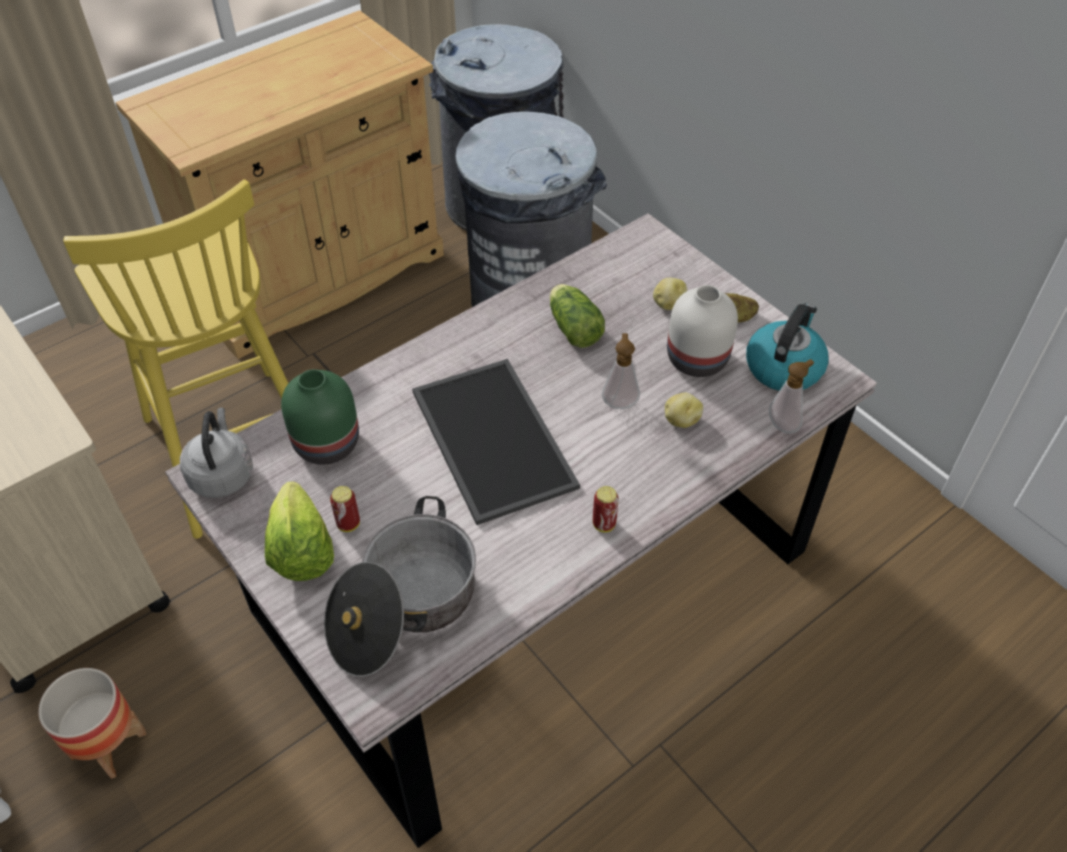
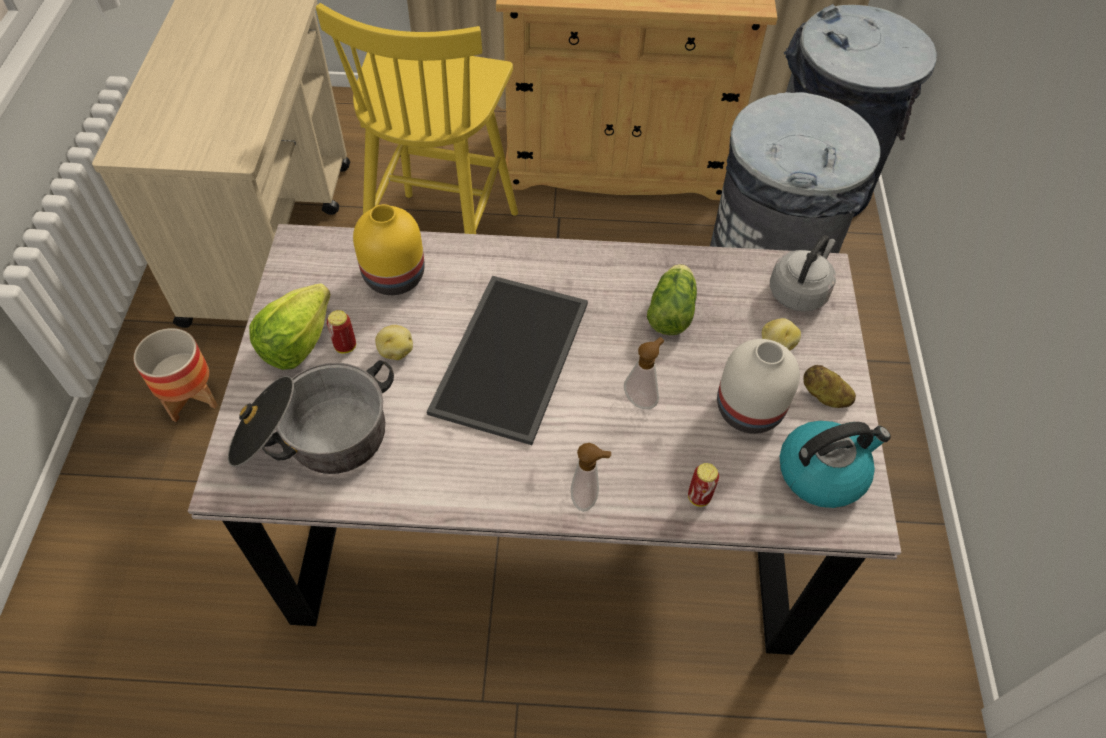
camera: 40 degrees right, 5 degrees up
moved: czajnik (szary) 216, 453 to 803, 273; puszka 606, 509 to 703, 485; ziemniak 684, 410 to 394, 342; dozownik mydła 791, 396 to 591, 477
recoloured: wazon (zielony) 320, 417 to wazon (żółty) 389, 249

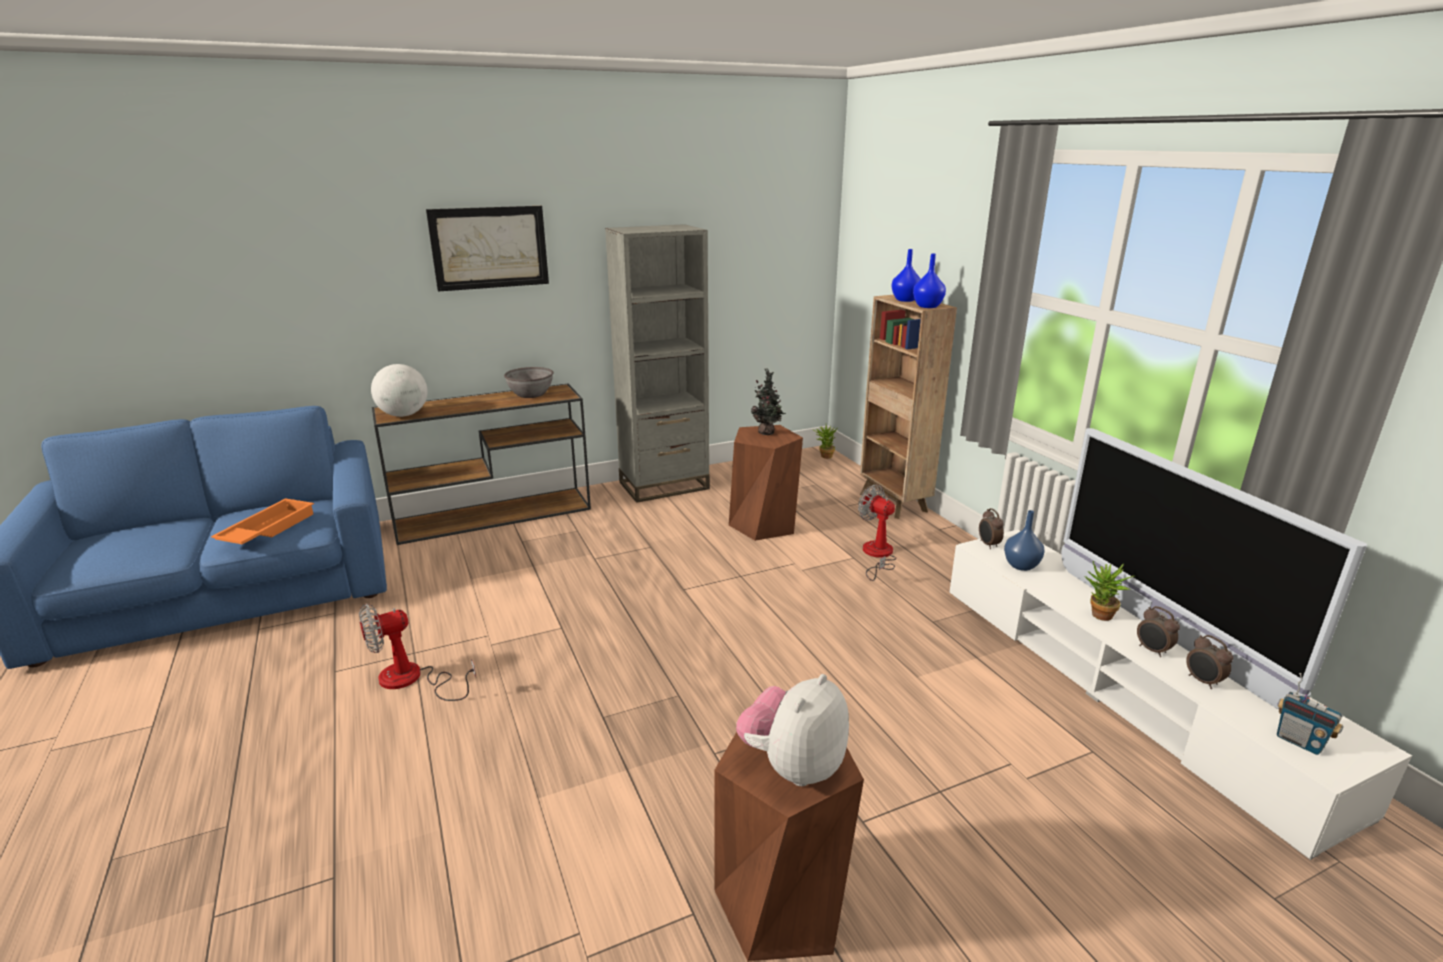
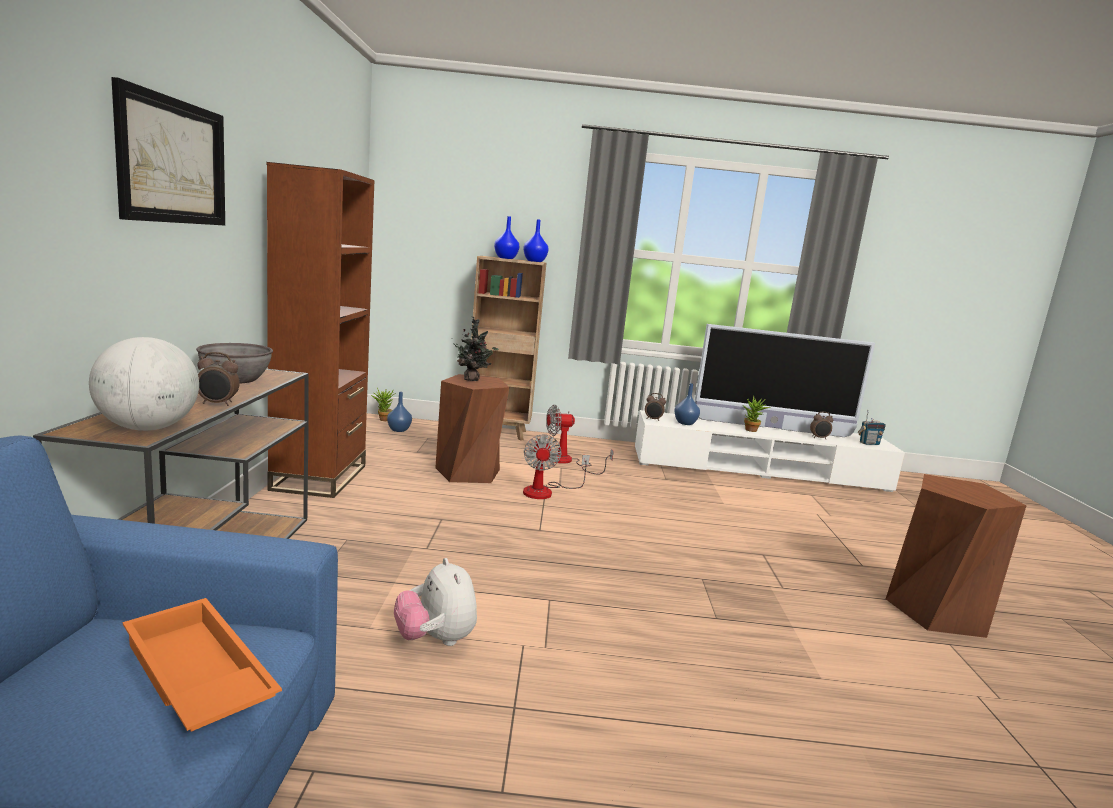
camera: 65 degrees left, 10 degrees down
added: wazon (niebieski) 399, 412
moved: wentylator 417, 652 to 556, 466; pluszak 792, 730 to 435, 602; budzik 1158, 631 to 218, 379
recoloured: regał (szary) 657, 363 to regał (brązowy) 320, 330

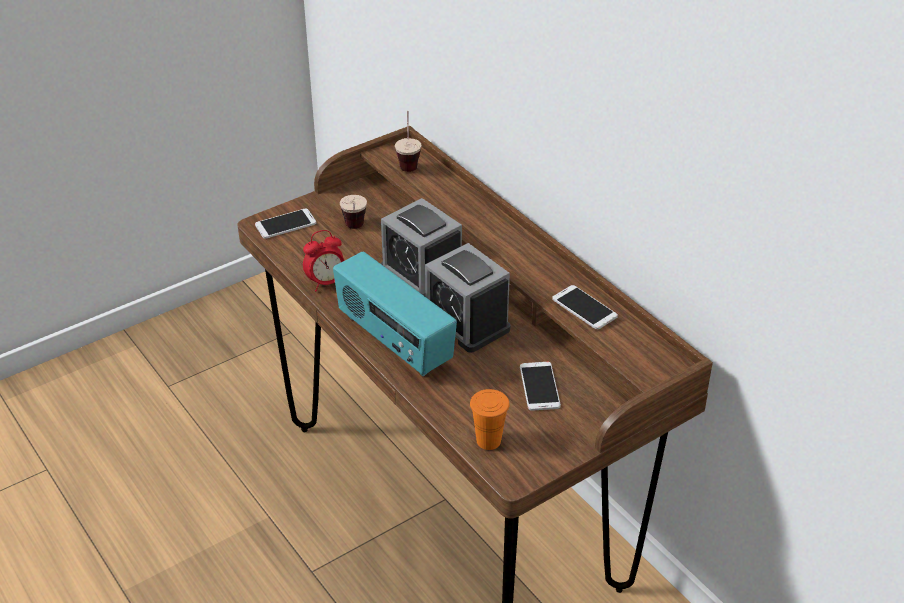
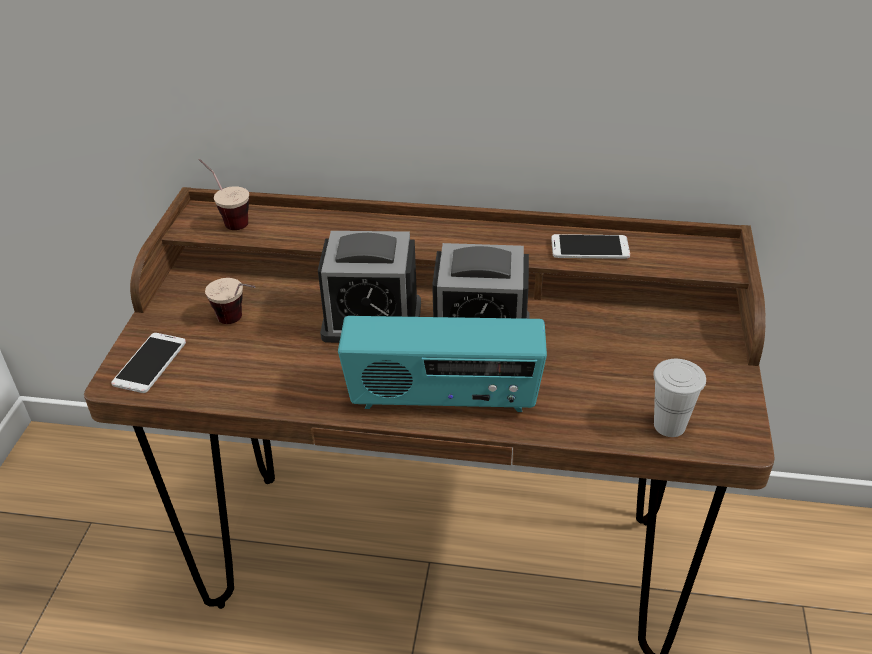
camera: 45 degrees left, 0 degrees up
removed: budzik 324, 260; telefon 540, 386
recoloured: filiżanka (pomarańczowy) 490, 419 to filiżanka (biały) 679, 398

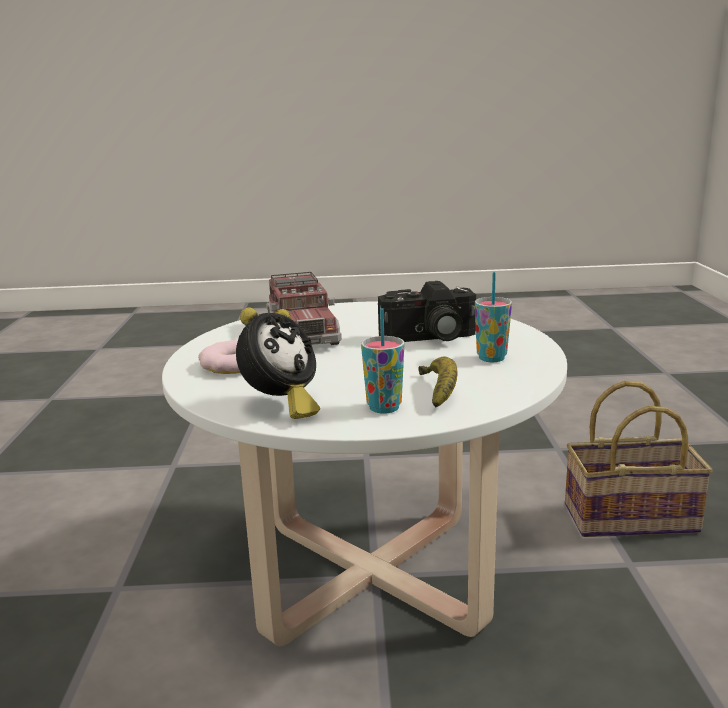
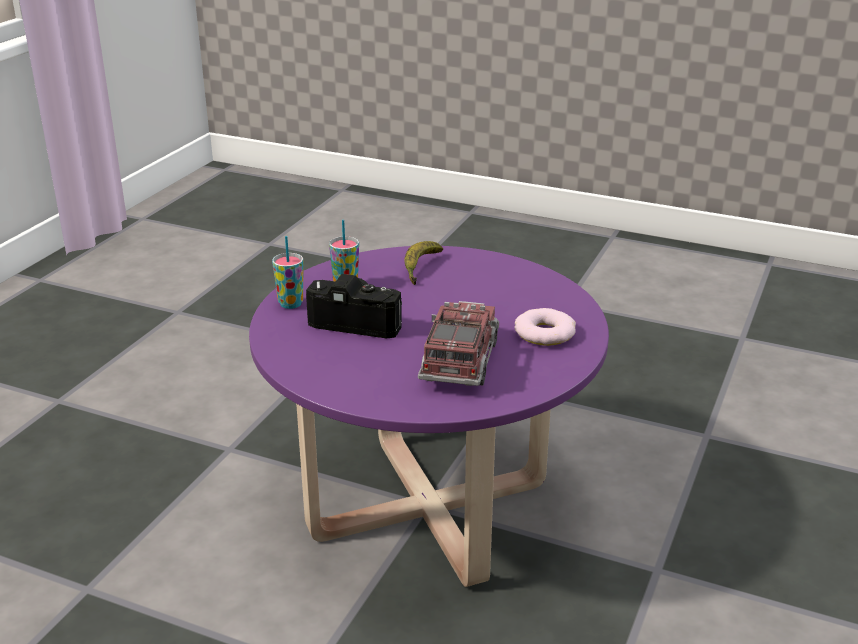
camera: 155 degrees left, 10 degrees up
removed: budzik 278, 363; koszyk 639, 459
moved: filiżanka 382, 361 to 287, 272
recoloured: ława (biały) 364, 473 to ława (fioletowy) 429, 416

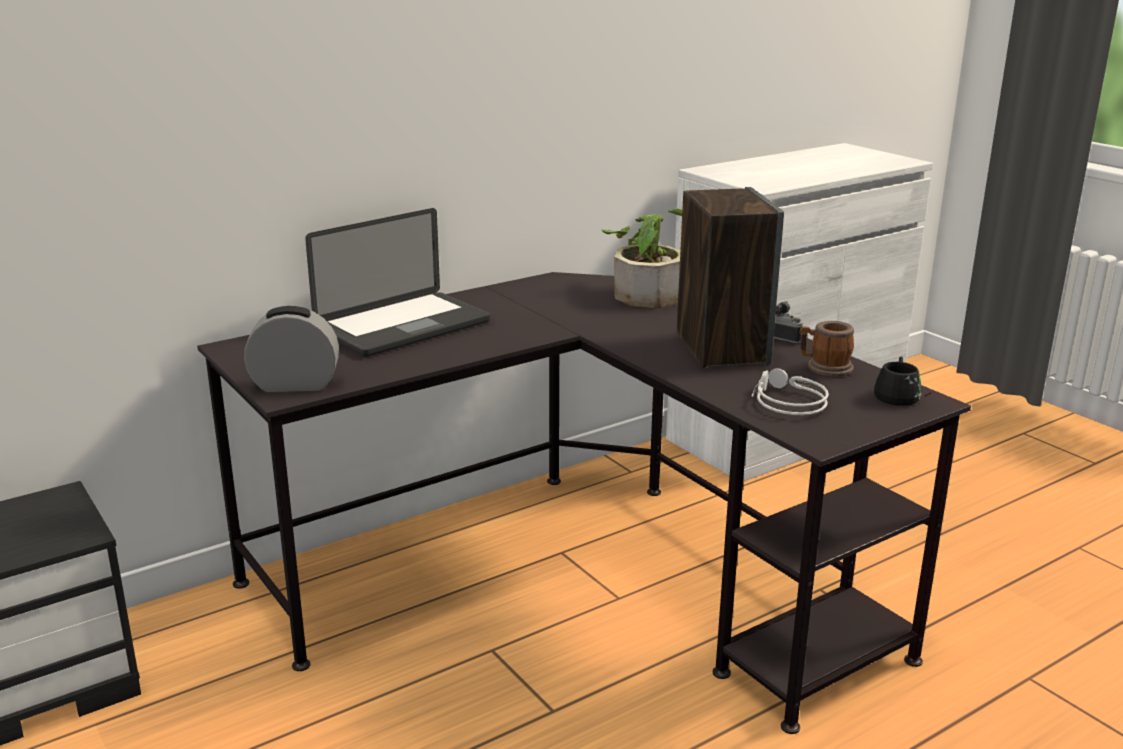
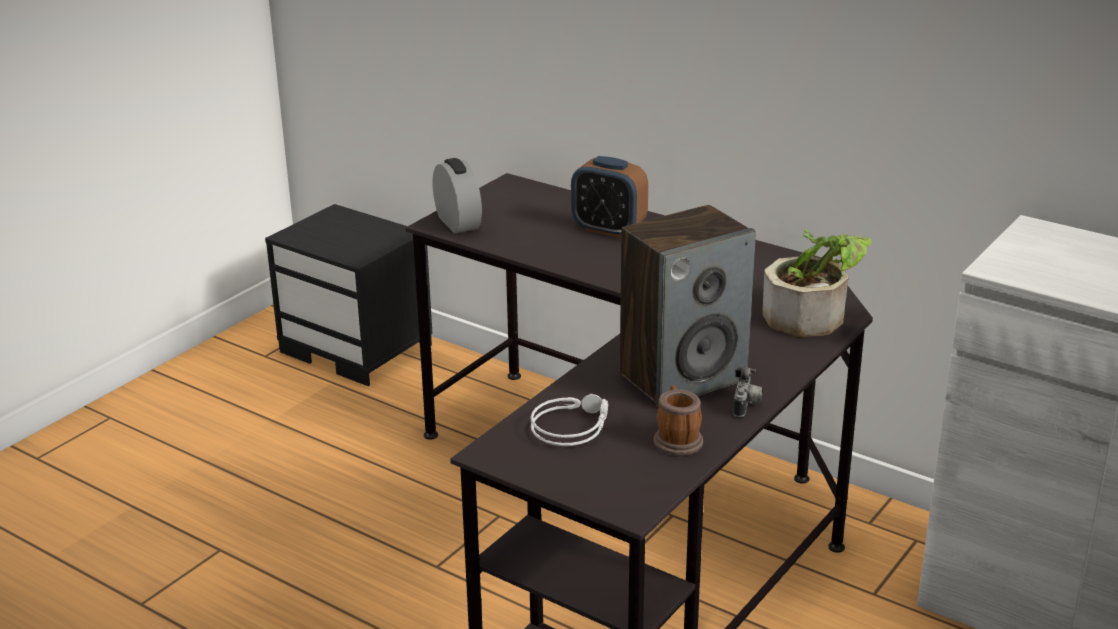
camera: 70 degrees right, 5 degrees up
removed: kubek (czarny) 902, 381
replaced: laptop 397, 282 to budzik 609, 197

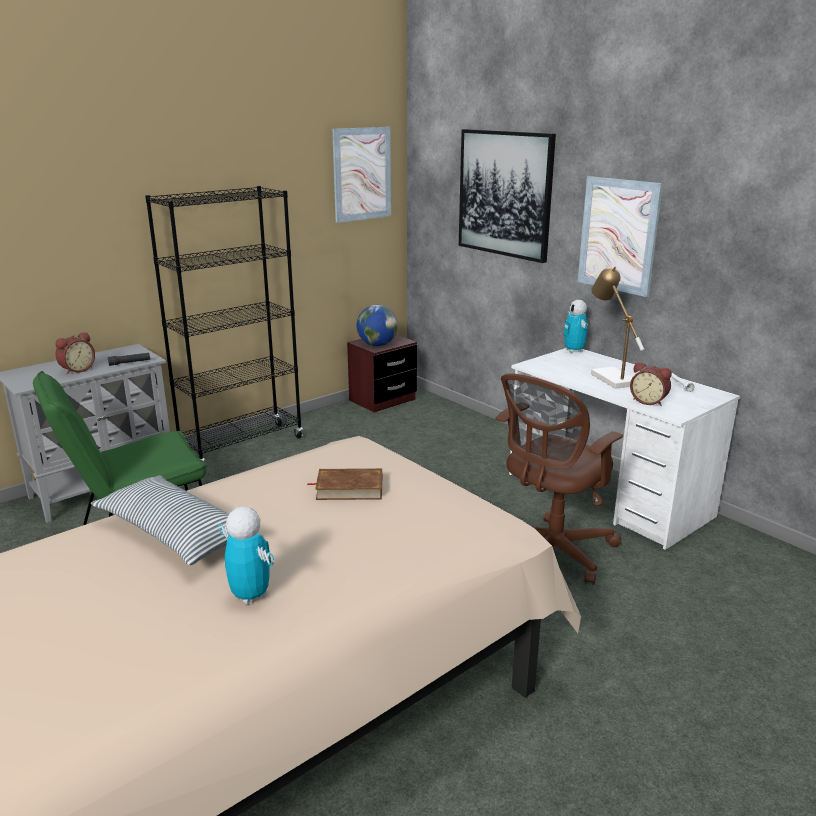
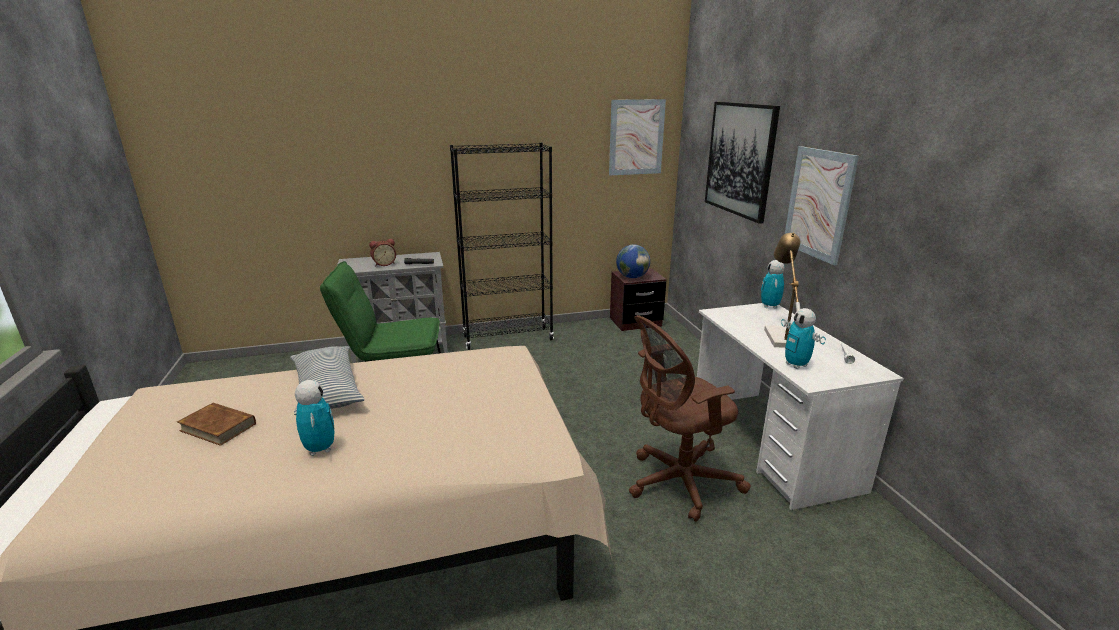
camera: 25 degrees right, 0 degrees up
moved: książka (brązowy) 344, 484 to 216, 424
replaced: budzik 651, 384 to robot zabawkowy 803, 338

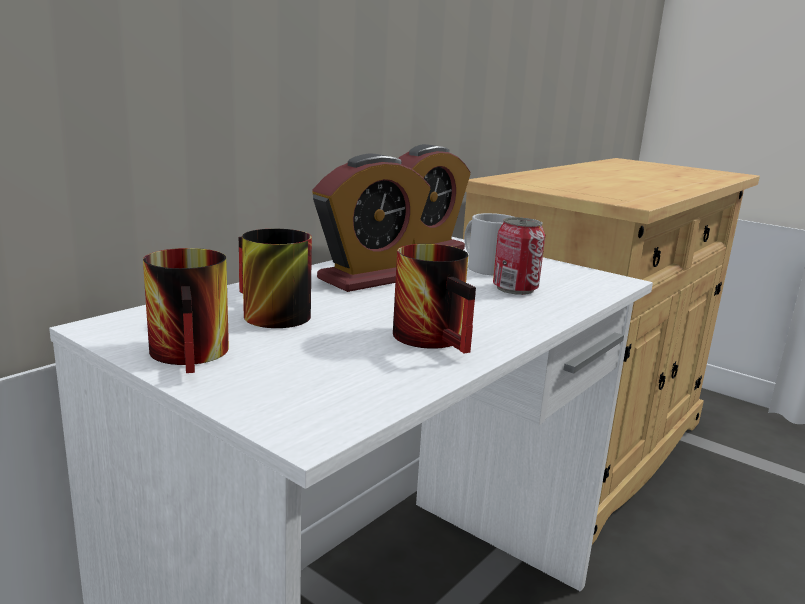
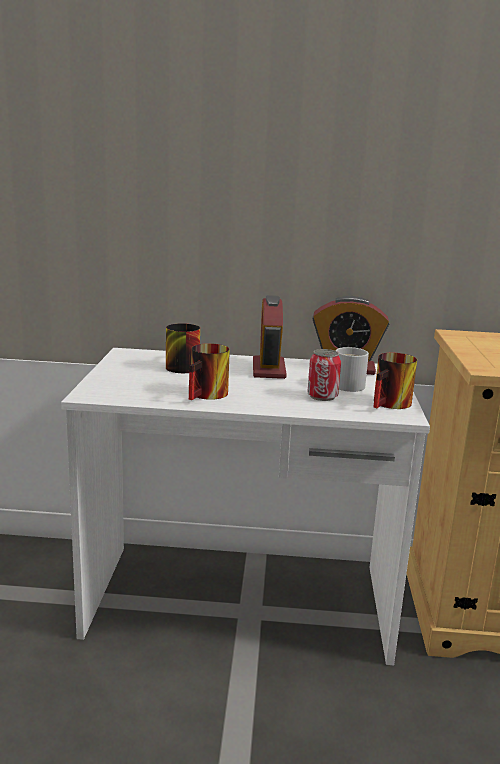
camera: 55 degrees right, 0 degrees up
moved: kubek 186, 310 to 395, 381
turned: budzik 371, 222 = 270, 337 75 degrees clockwise

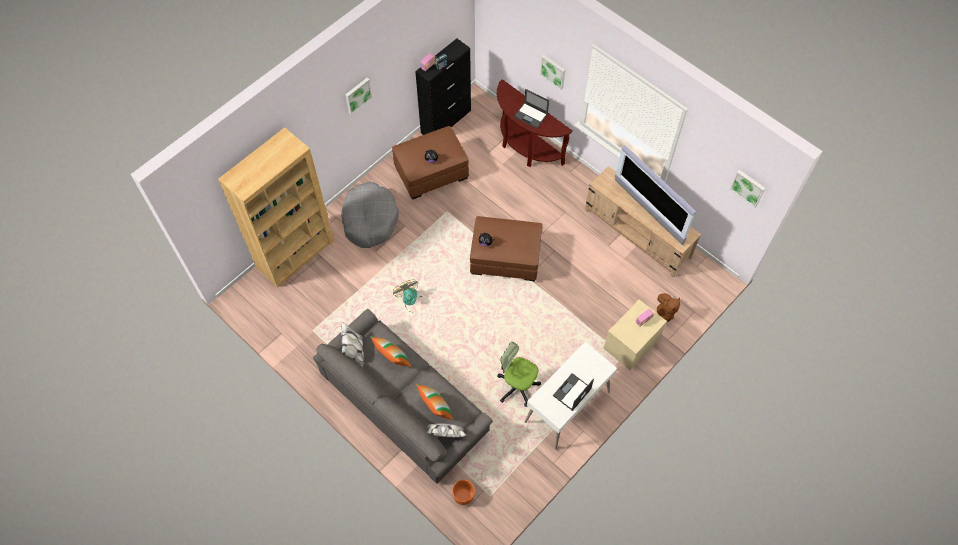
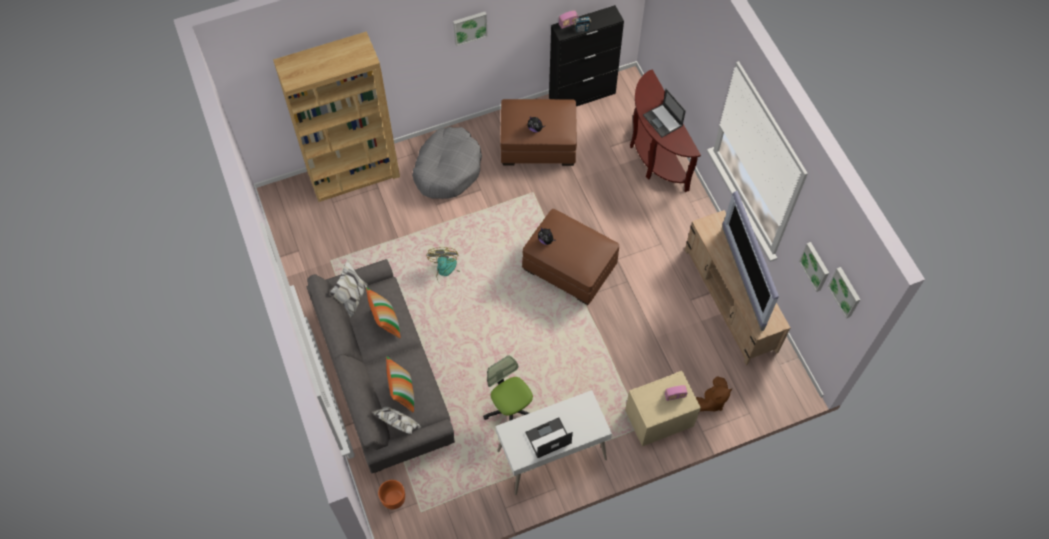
camera: 25 degrees right, 0 degrees up
moved: obraz 552, 72 to 814, 267

